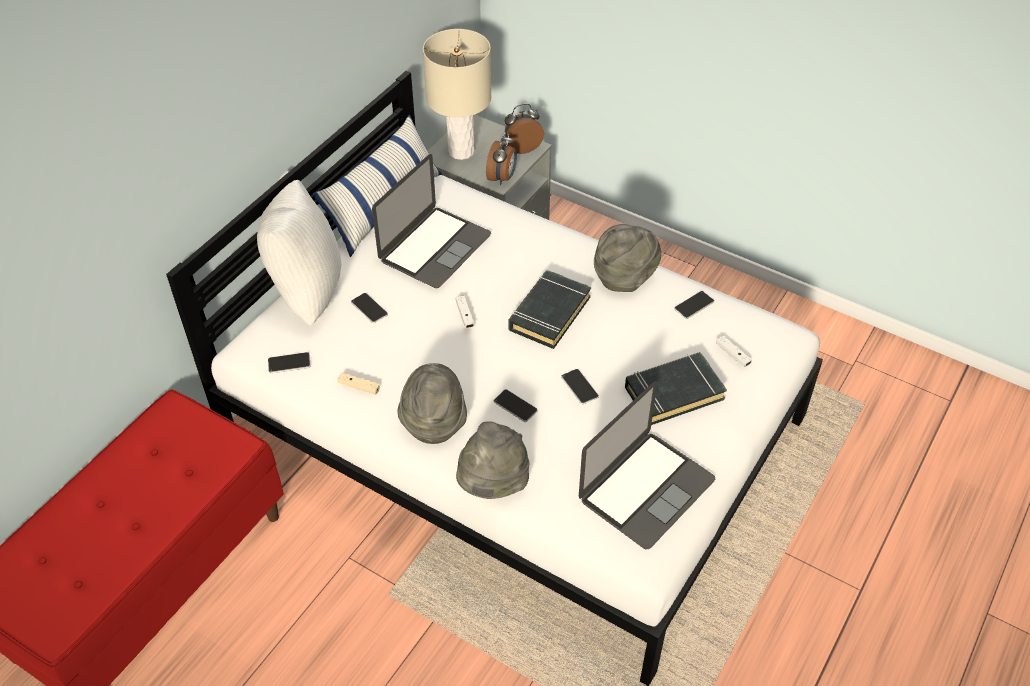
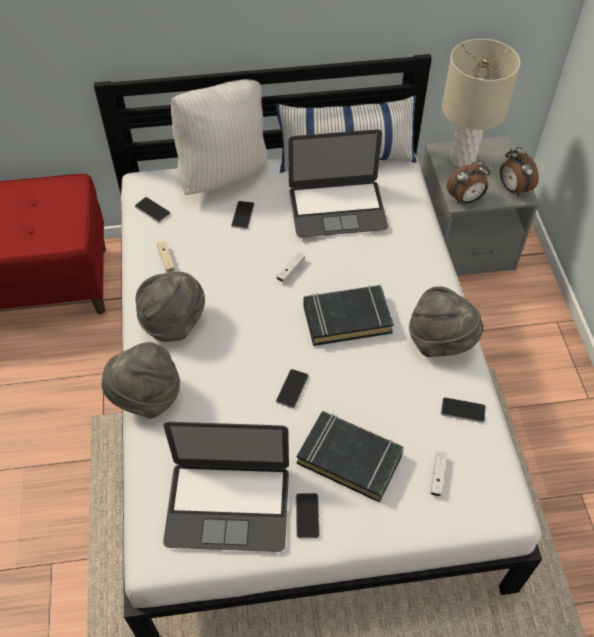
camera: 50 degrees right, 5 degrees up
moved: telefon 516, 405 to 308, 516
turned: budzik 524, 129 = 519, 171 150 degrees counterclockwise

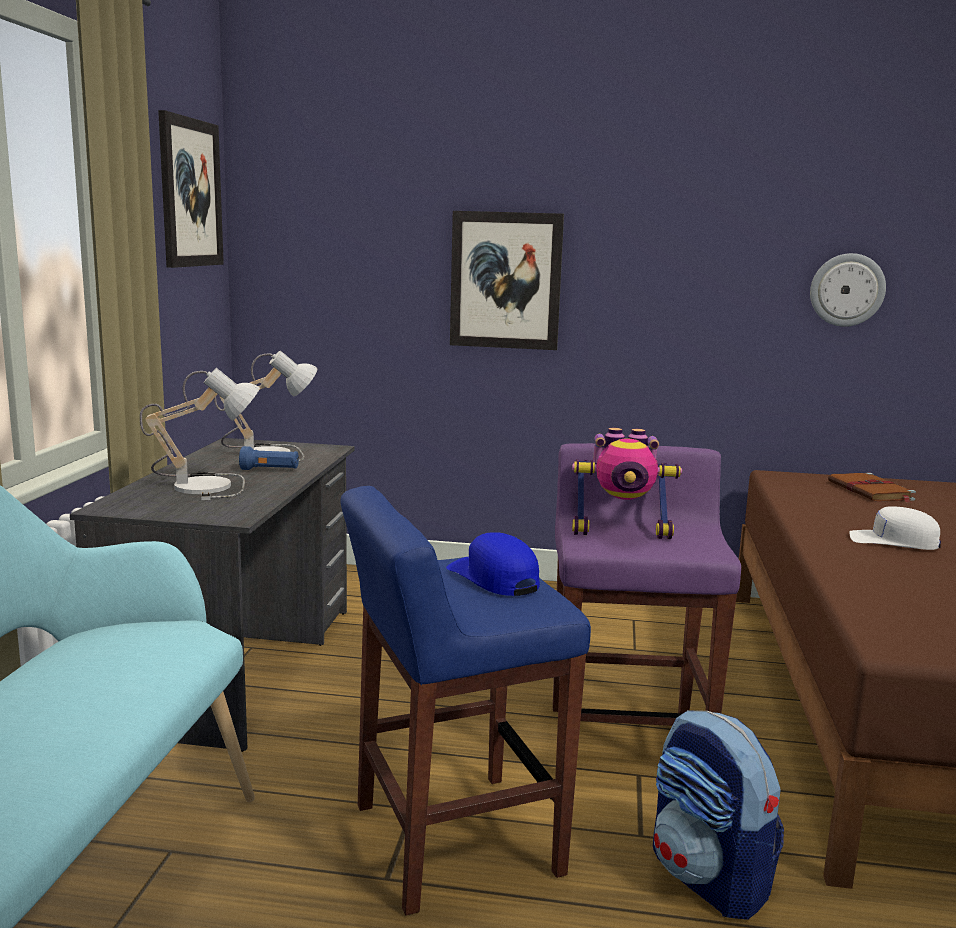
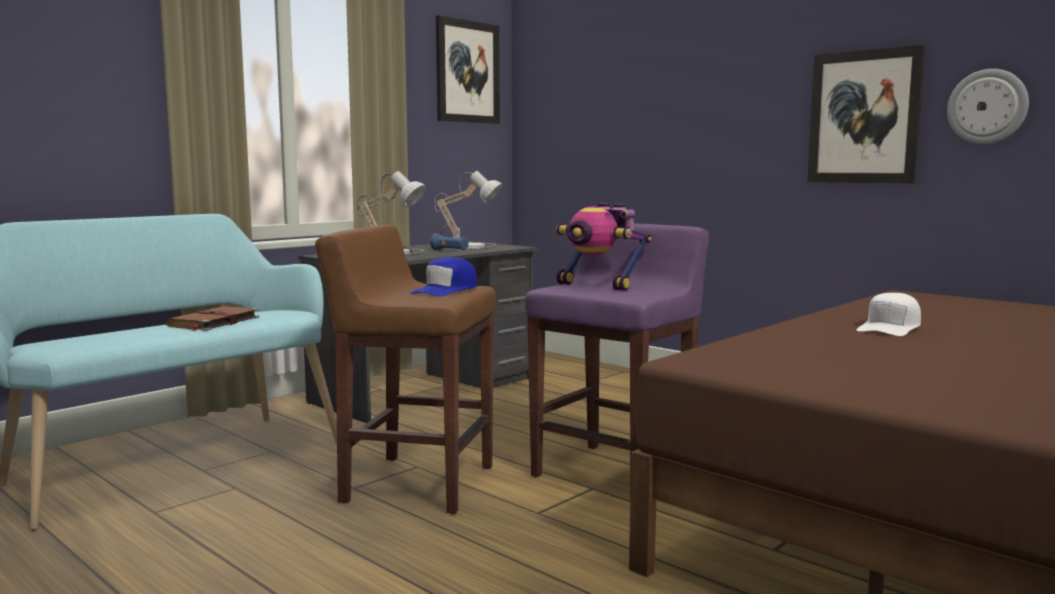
camera: 35 degrees right, 5 degrees down
removed: plecak 718, 815
moved: obraz 507, 280 to 866, 114; książka (brązowy) 872, 488 to 212, 318
recoloured: stołek (niebieski) 466, 701 to stołek (brązowy) 406, 369
turned: czapka z daszkiem (niebieski) 493, 564 = 443, 276 150 degrees counterclockwise; czapka z daszkiem (biały) 895, 528 = 889, 314 105 degrees counterclockwise

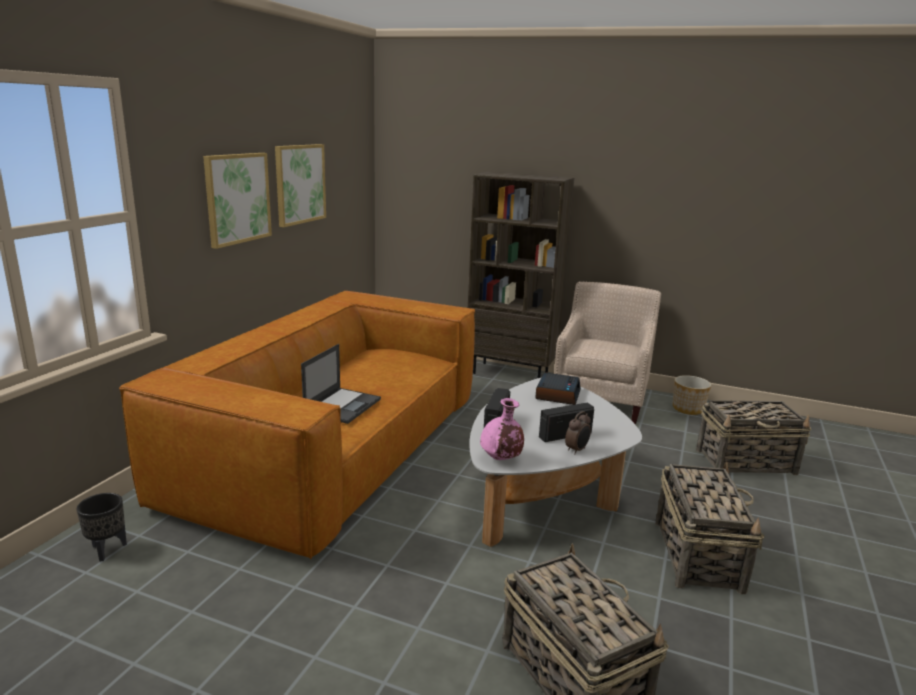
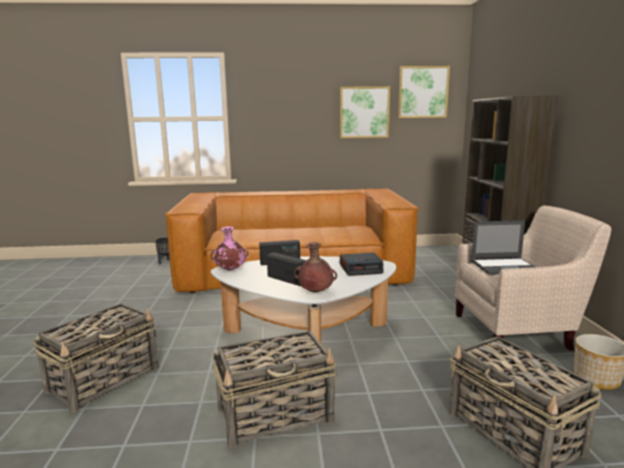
camera: 65 degrees right, 5 degrees down
removed: budzik 578, 432
added: wazon (brązowy) 315, 267
moved: obraz 237, 201 to 424, 92; laptop 341, 384 to 503, 247

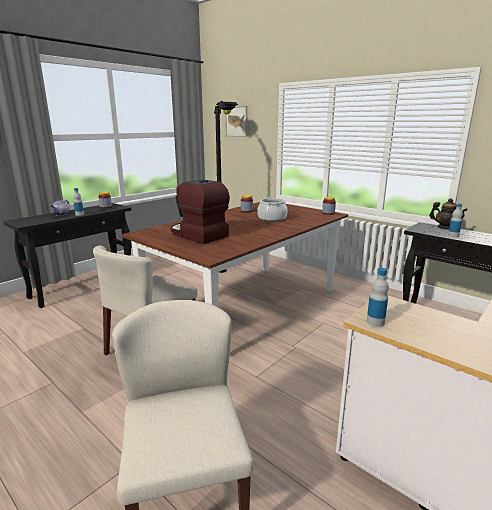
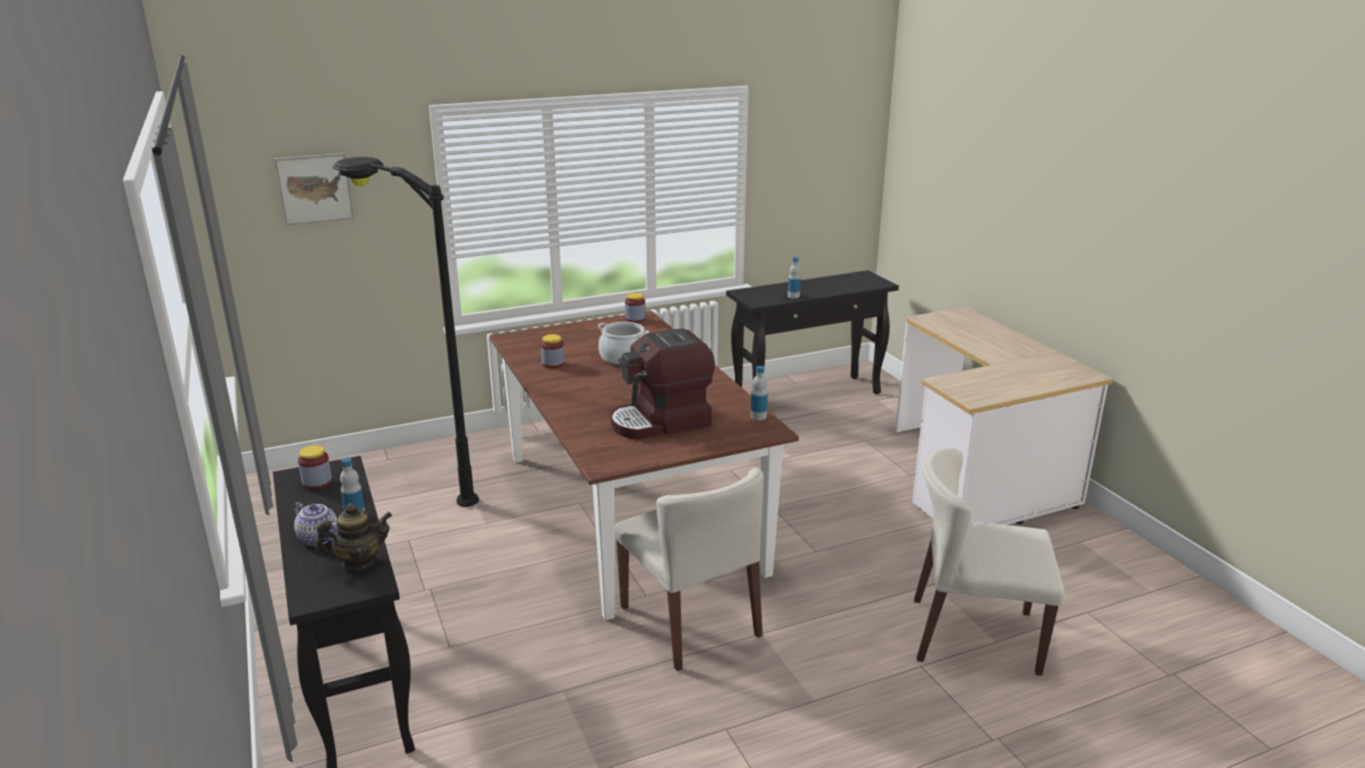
camera: 65 degrees left, 5 degrees up
moved: butelka 378, 297 to 759, 393; imbryk 448, 214 to 353, 537

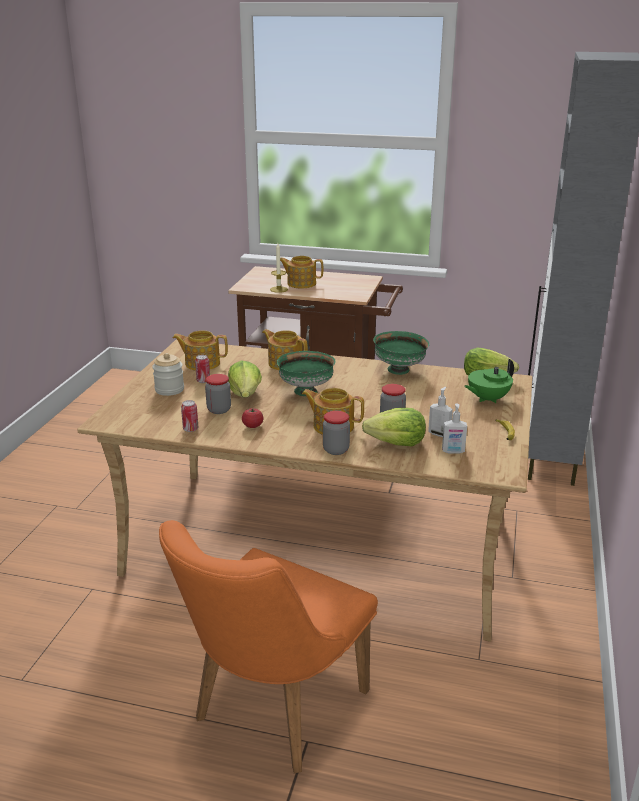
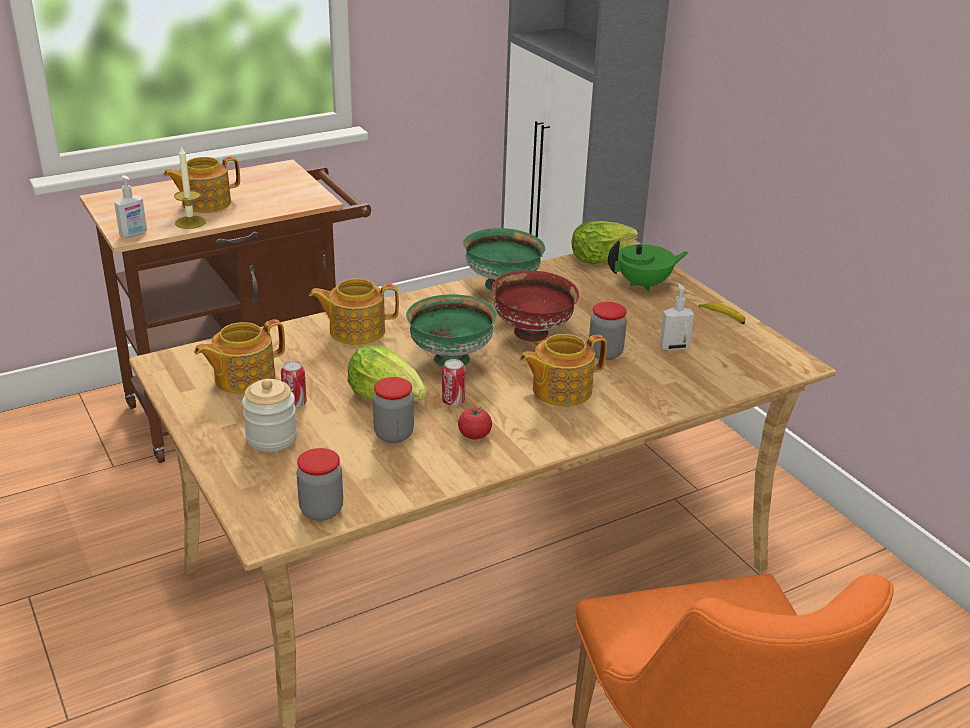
camera: 45 degrees left, 5 degrees up
removed: sałata 394, 427
added: miska (czerwony) 535, 306
moved: puszka 189, 416 to 454, 382; słoik 336, 433 to 319, 484; dozownik mydła 454, 428 to 130, 206
turned: imbryk (zielony) 489, 381 = 648, 266 120 degrees counterclockwise

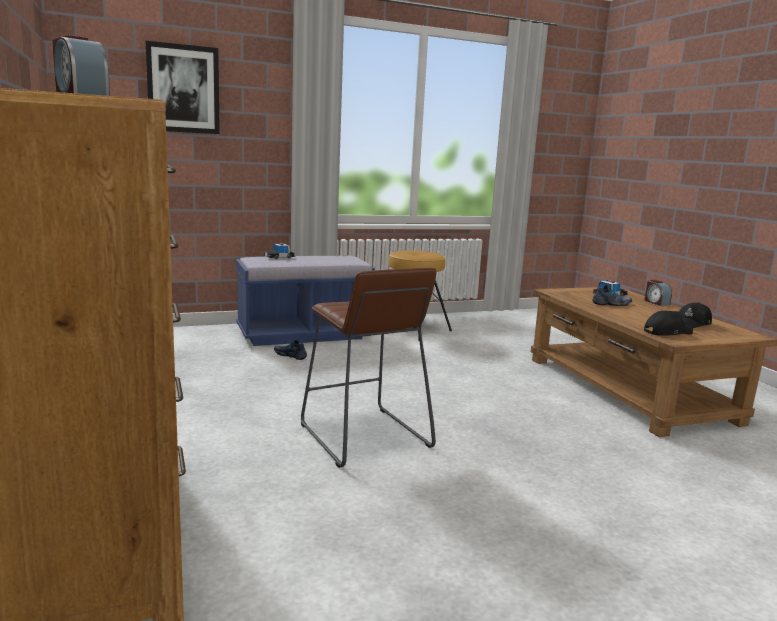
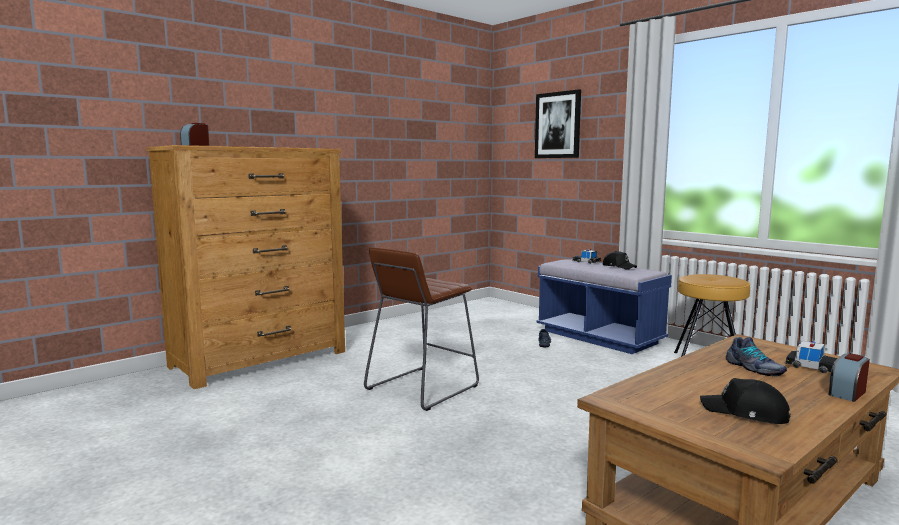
camera: 70 degrees right, 5 degrees down
moved: czapka z daszkiem (czarny) 668, 323 to 620, 260

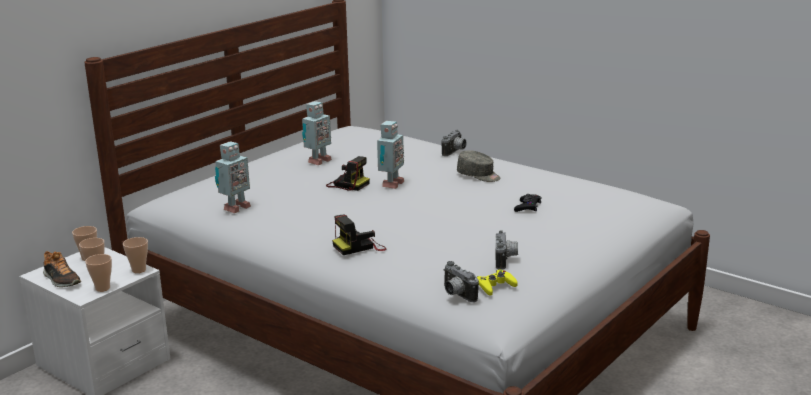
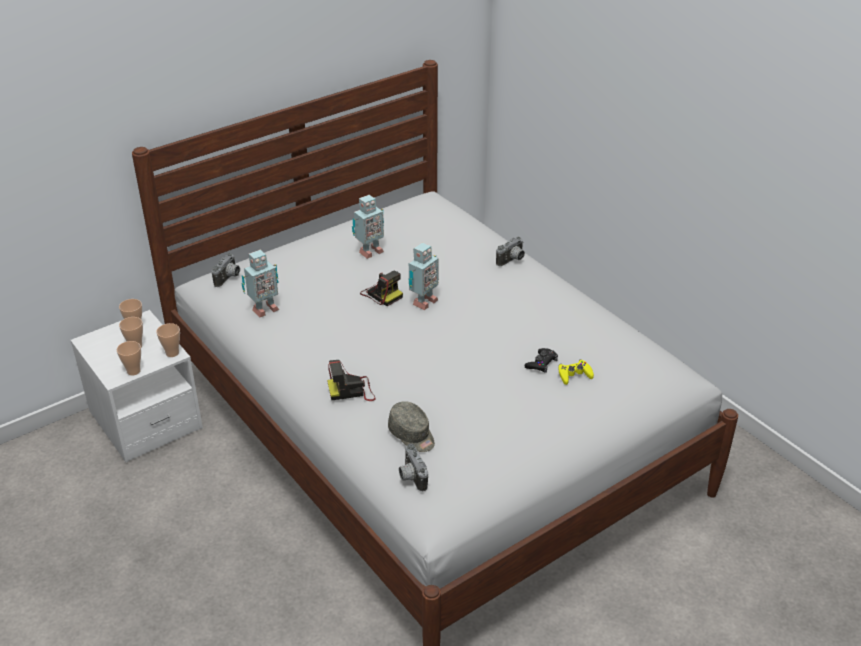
camera: 15 degrees right, 15 degrees up
removed: but 62, 269
moved: czapka z daszkiem (szary) 478, 166 to 411, 426; pad do gier (żółty) 497, 283 to 576, 372; aparat fotograficzny 506, 250 to 225, 270

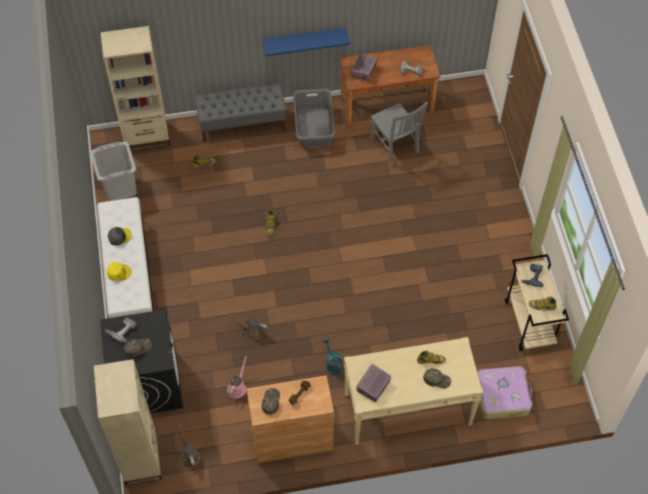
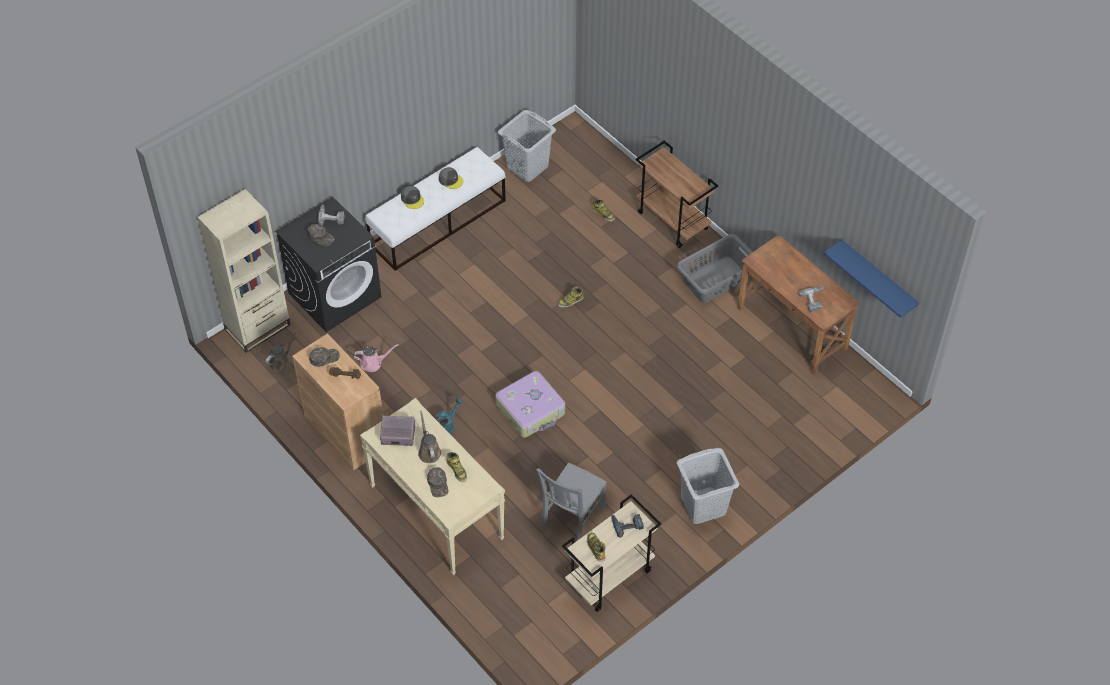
camera: 60 degrees right, 5 degrees down
removed: regał (beżowy) 135, 88; radio 364, 68
added: kosz na pranie (szary) 708, 486
moved: konewka (brązowy) 248, 328 to 429, 437; półka (niebieski) 306, 42 to 871, 279; krzesło (szary) 399, 134 to 571, 502; walizka 505, 392 to 530, 404
replaced: ławka (szary) 240, 113 to wózek (brązowy) 677, 194
recoloured: czapka z daszkiem (żółty) 119, 271 to czapka z daszkiem (szary) 412, 197

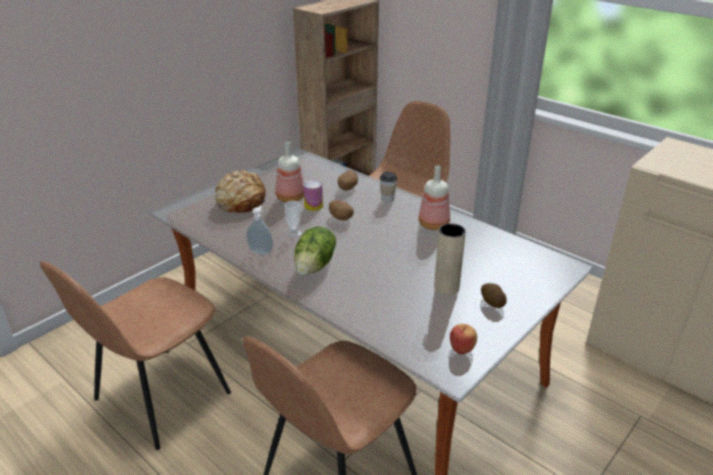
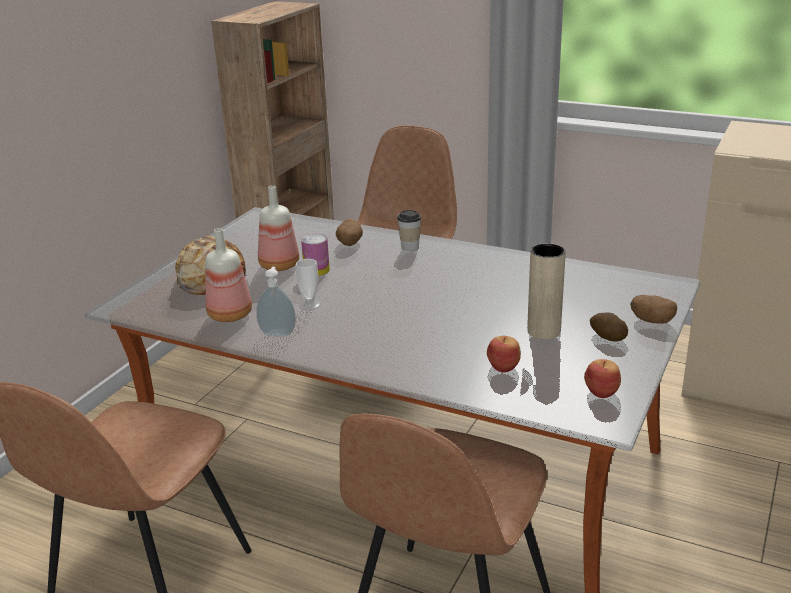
camera: 15 degrees left, 5 degrees down
removed: sałata 315, 250
added: jabłko 504, 354
moved: ziemniak 341, 210 to 653, 309; butelka 434, 198 to 228, 275

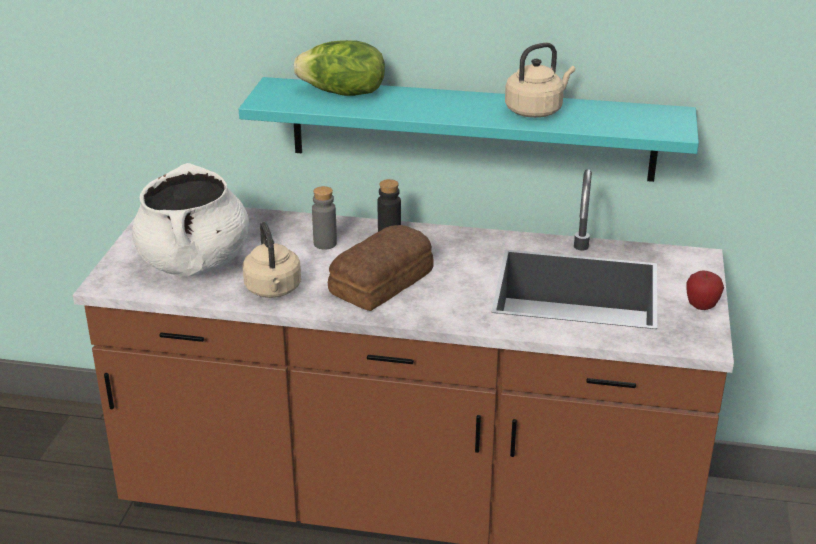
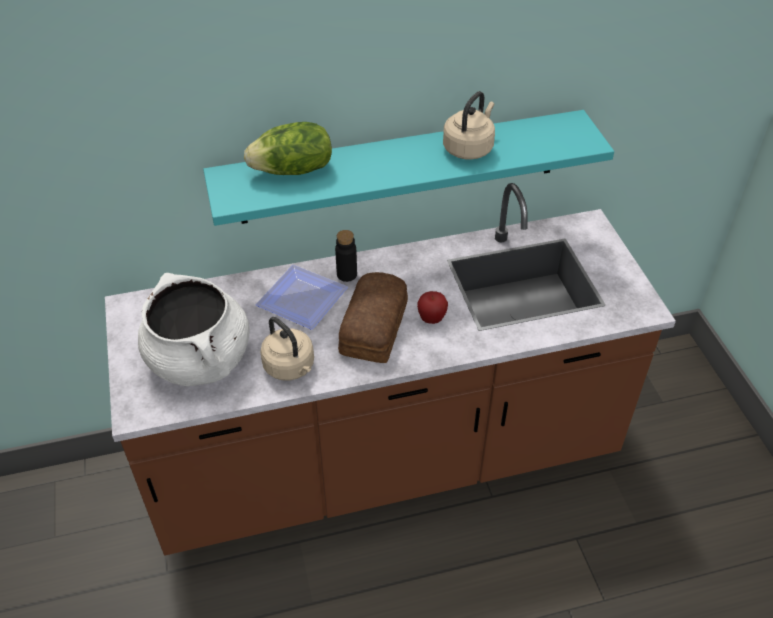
camera: 25 degrees left, 15 degrees up
moved: jabłko 705, 290 to 432, 307
replaced: butelka (szary) 324, 217 to talerz 302, 297

